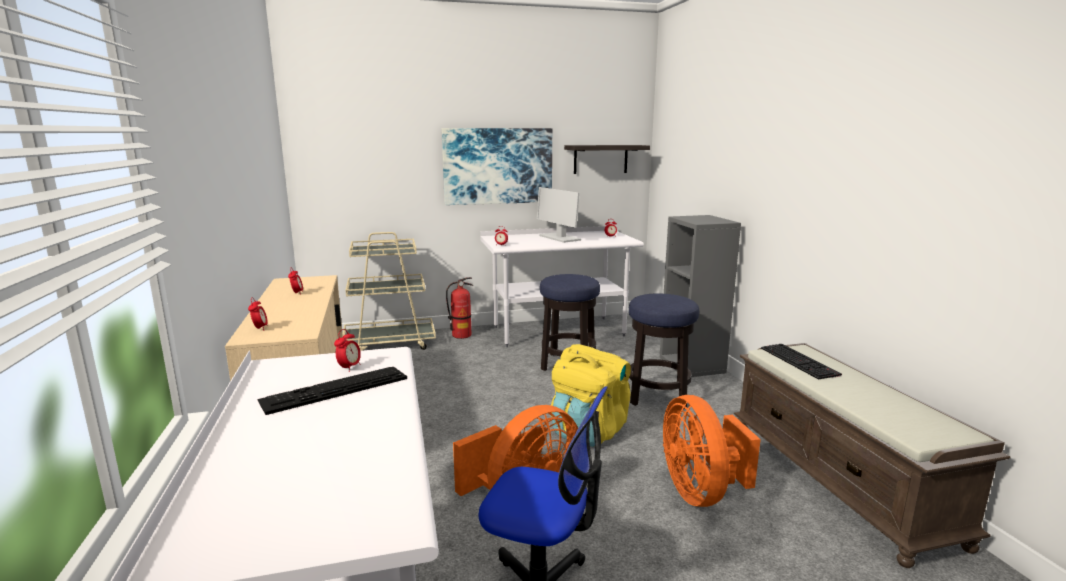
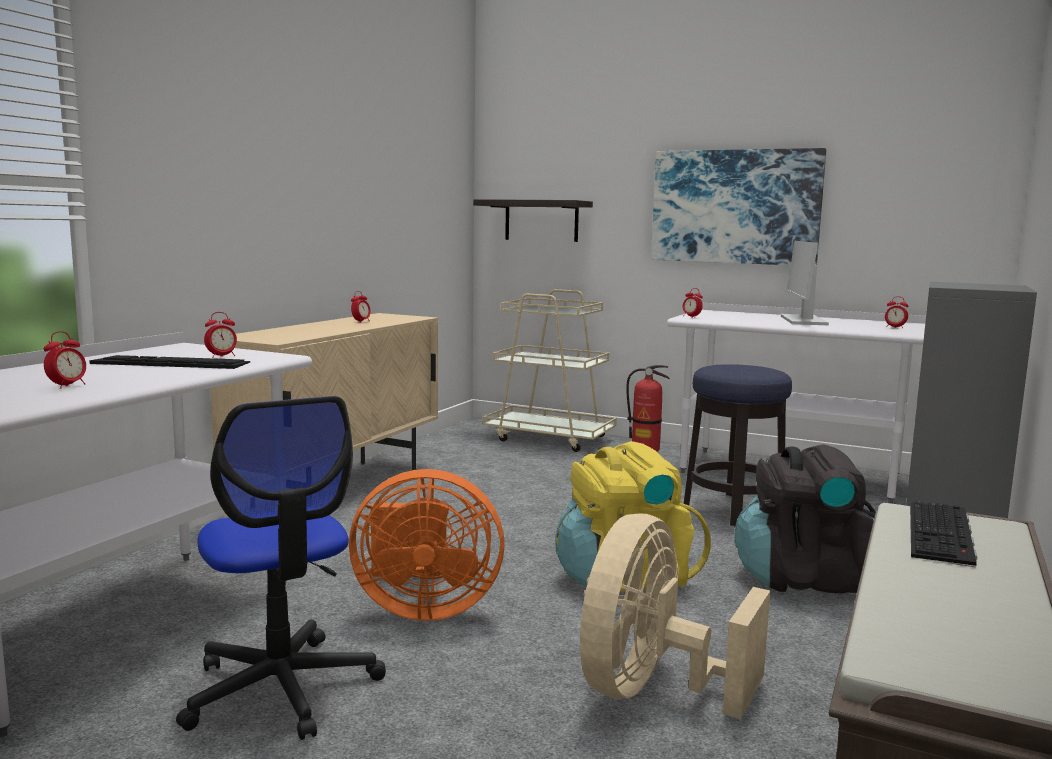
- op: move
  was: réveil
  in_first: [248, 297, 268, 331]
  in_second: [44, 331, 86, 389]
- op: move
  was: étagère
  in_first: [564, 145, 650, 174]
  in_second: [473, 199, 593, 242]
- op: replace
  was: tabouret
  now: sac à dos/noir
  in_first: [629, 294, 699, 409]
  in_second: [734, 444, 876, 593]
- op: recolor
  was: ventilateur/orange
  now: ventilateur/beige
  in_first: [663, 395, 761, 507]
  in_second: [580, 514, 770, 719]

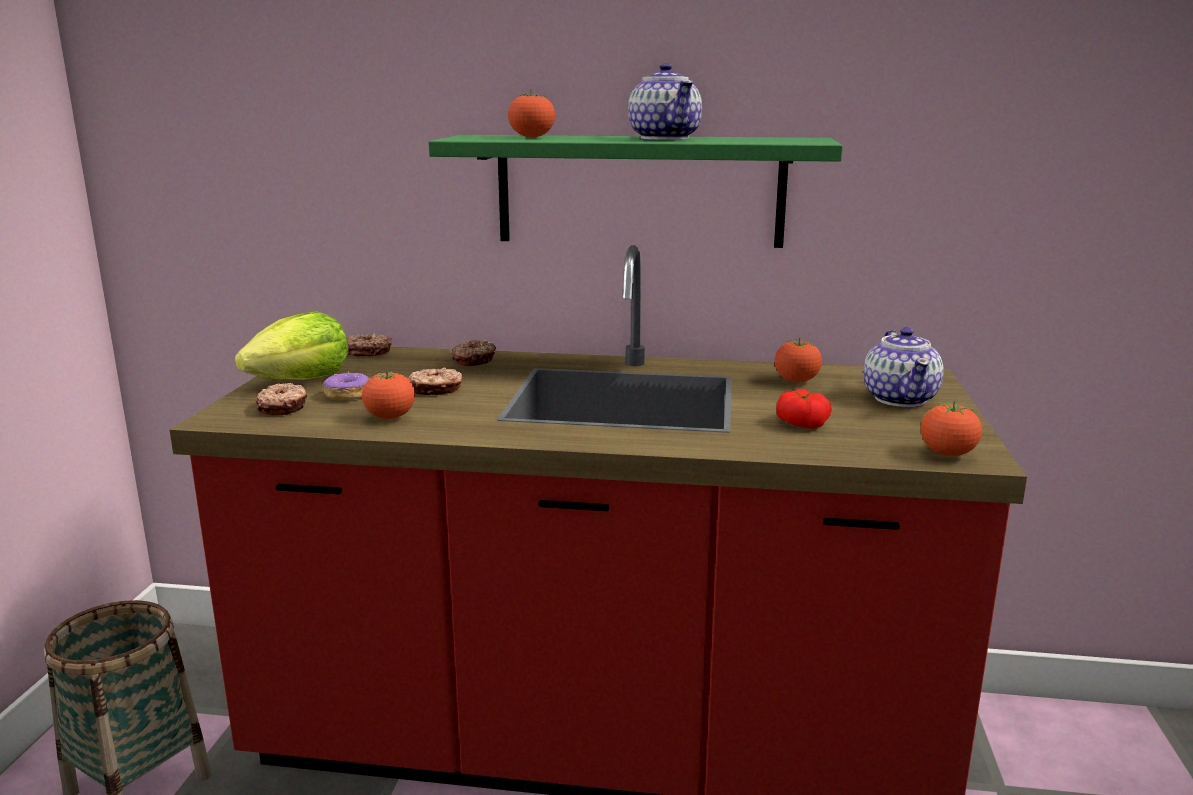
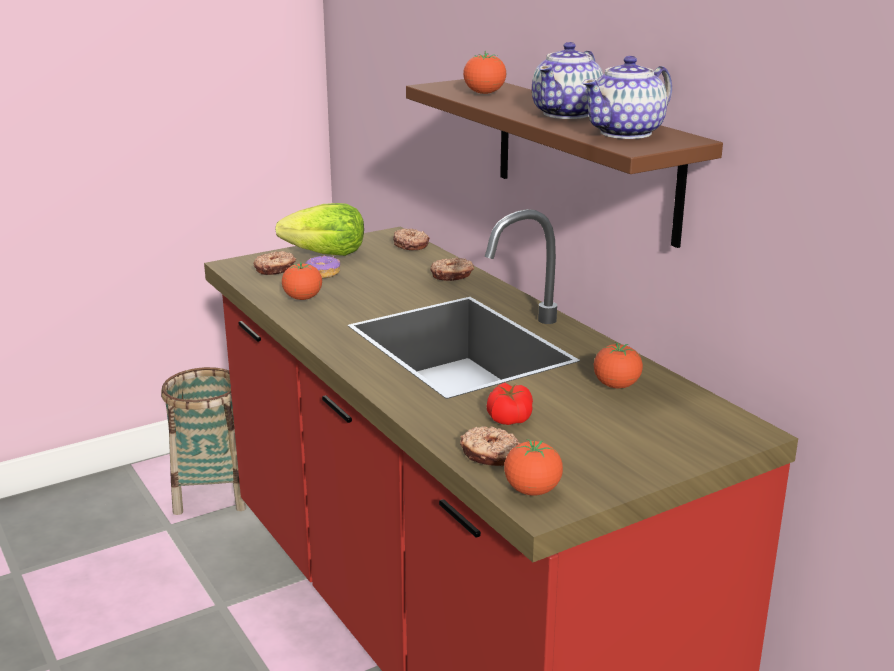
- op: move
  was: beignet
  in_first: [408, 367, 464, 395]
  in_second: [460, 426, 520, 466]
- op: move
  was: théière
  in_first: [864, 327, 944, 407]
  in_second: [582, 56, 672, 139]
- op: recolor
  was: étagère/vert
  now: étagère/marron
  in_first: [428, 135, 843, 248]
  in_second: [406, 79, 723, 248]

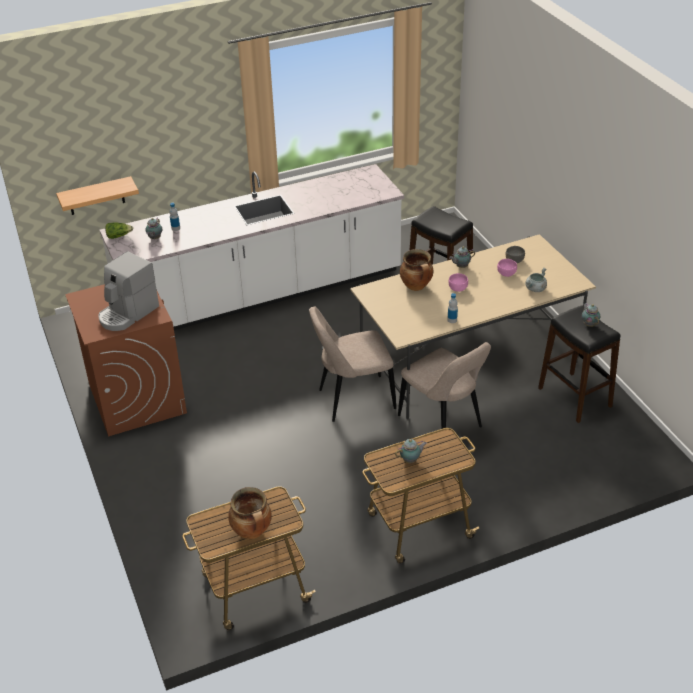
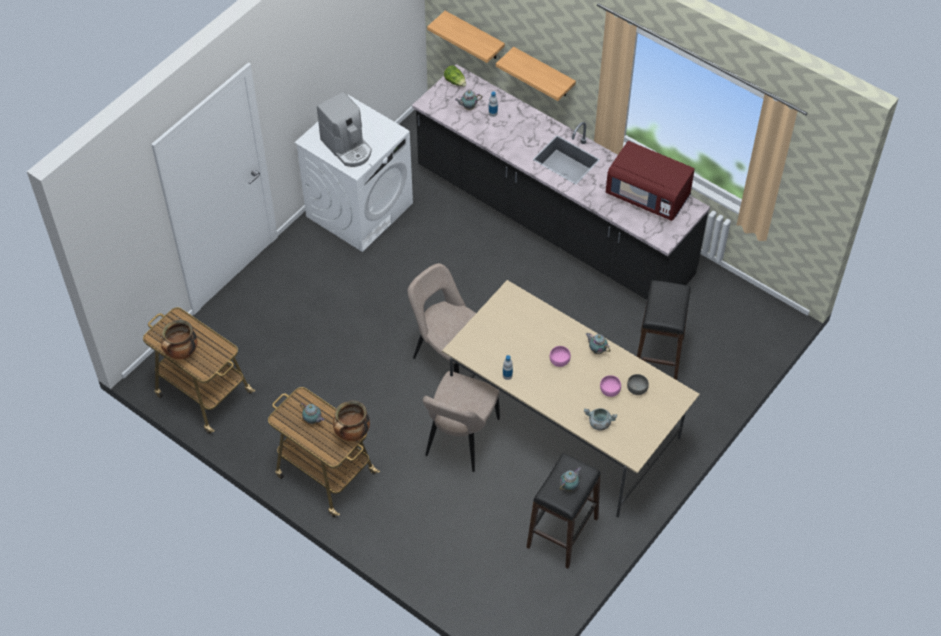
- op: insert
  now: étagère
  in_second: [496, 47, 576, 101]
- op: insert
  now: micro-ondes/rouge
  in_second: [605, 141, 695, 221]
- op: move
  was: marmite
  in_first: [400, 249, 433, 291]
  in_second: [333, 400, 370, 441]
- op: recolor
  was: lave-linge/marron
  now: lave-linge/blanc
  in_first: [65, 284, 187, 437]
  in_second: [294, 95, 413, 252]
- op: recolor
  was: comptoir de cuisine/blanc
  now: comptoir de cuisine/noir
  in_first: [100, 164, 404, 330]
  in_second: [412, 64, 710, 300]
- op: rotate
  was: machine à café
  in_first: [98, 251, 159, 331]
  in_second: [317, 92, 372, 167]
  clockwise: -135

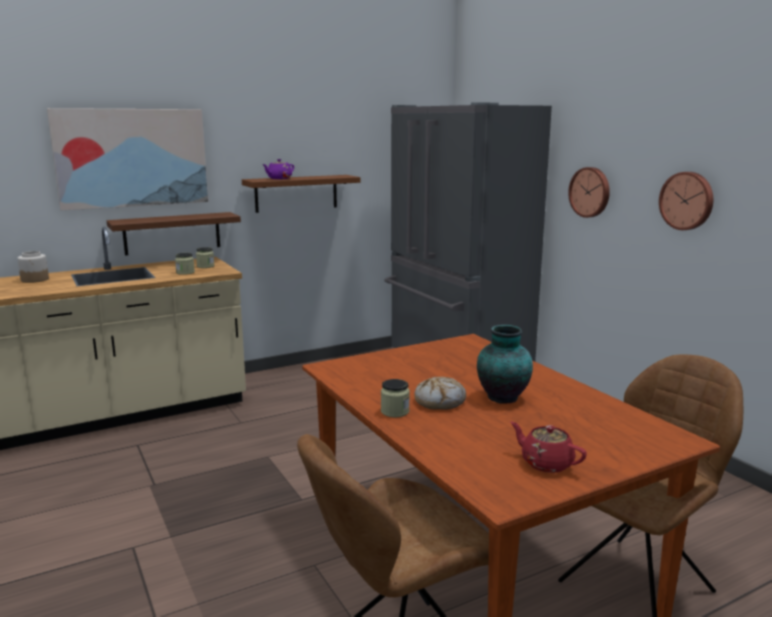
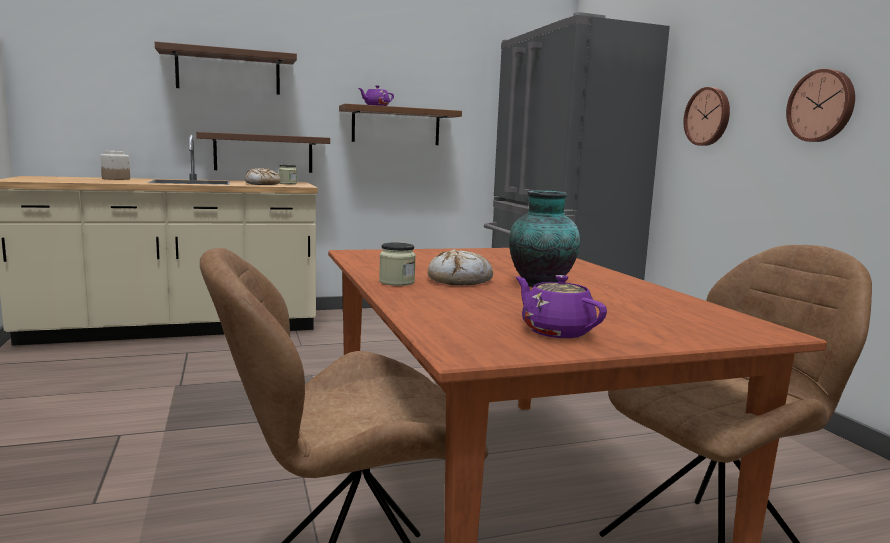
- op: replace
  was: tableau
  now: étagère/marron
  in_first: [47, 108, 208, 210]
  in_second: [155, 41, 297, 95]
- op: replace
  was: bocal
  now: pain
  in_first: [175, 253, 195, 275]
  in_second: [245, 168, 281, 185]
- op: recolor
  was: théière/rouge
  now: théière/violet
  in_first: [510, 422, 587, 473]
  in_second: [516, 275, 607, 338]

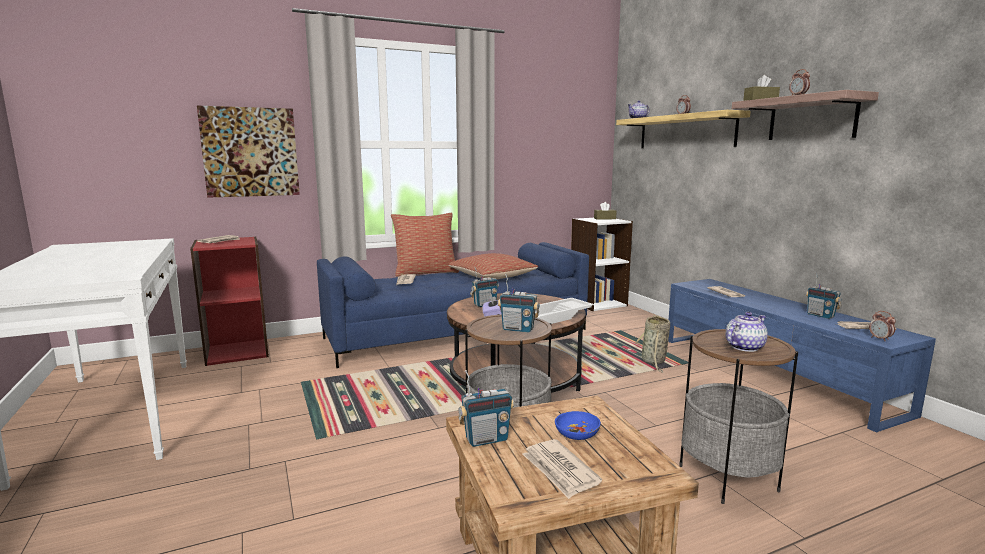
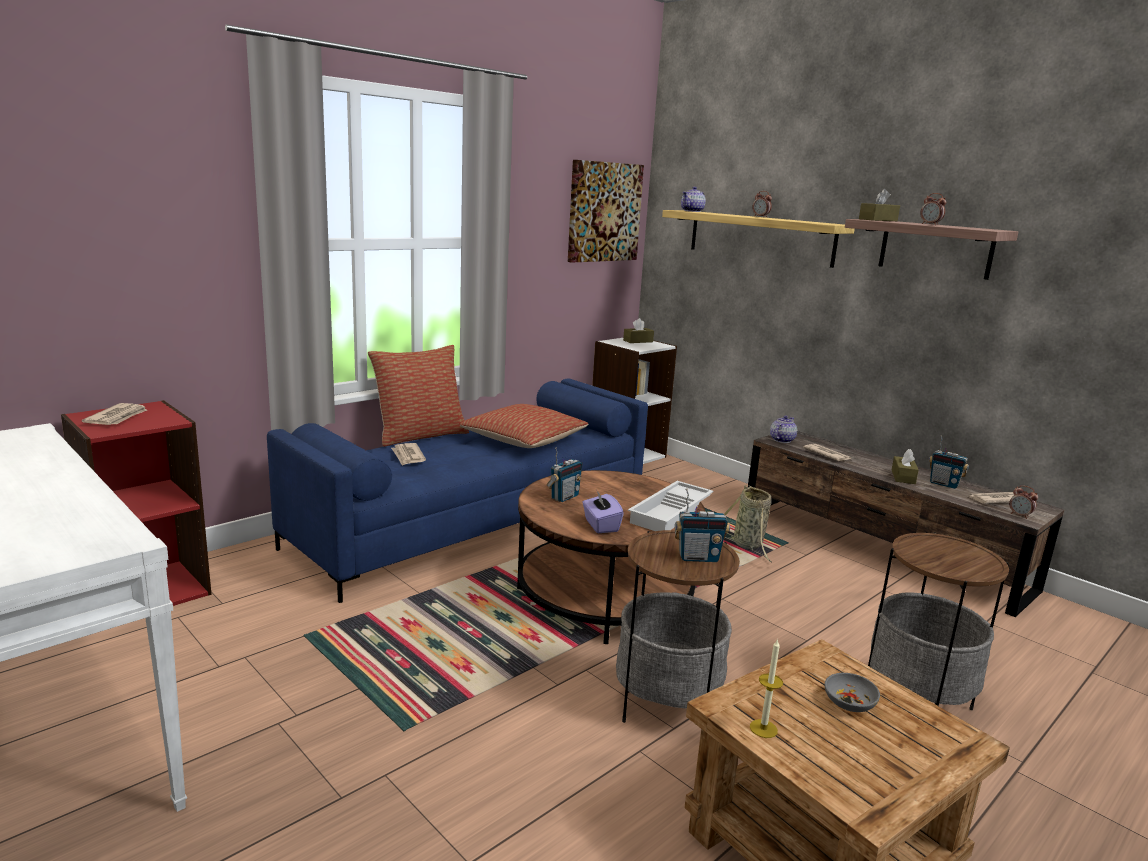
- op: delete
  was: journal
  in_first: [522, 439, 602, 499]
- op: insert
  now: boîte à mouchoirs/marron
  in_second: [892, 449, 919, 484]
- op: move
  was: tableau
  in_first: [197, 106, 300, 198]
  in_second: [568, 160, 644, 263]
- op: move
  was: théière
  in_first: [726, 312, 768, 352]
  in_second: [770, 416, 797, 443]
- op: replace
  was: radio
  now: bougie
  in_first: [458, 370, 514, 447]
  in_second: [750, 638, 783, 738]
- op: recolor
  was: bol/bleu
  now: bol/gris
  in_first: [555, 411, 601, 440]
  in_second: [825, 673, 880, 712]
- op: recolor
  was: meuble télé/bleu
  now: meuble télé/marron
  in_first: [668, 279, 936, 433]
  in_second: [748, 431, 1064, 617]

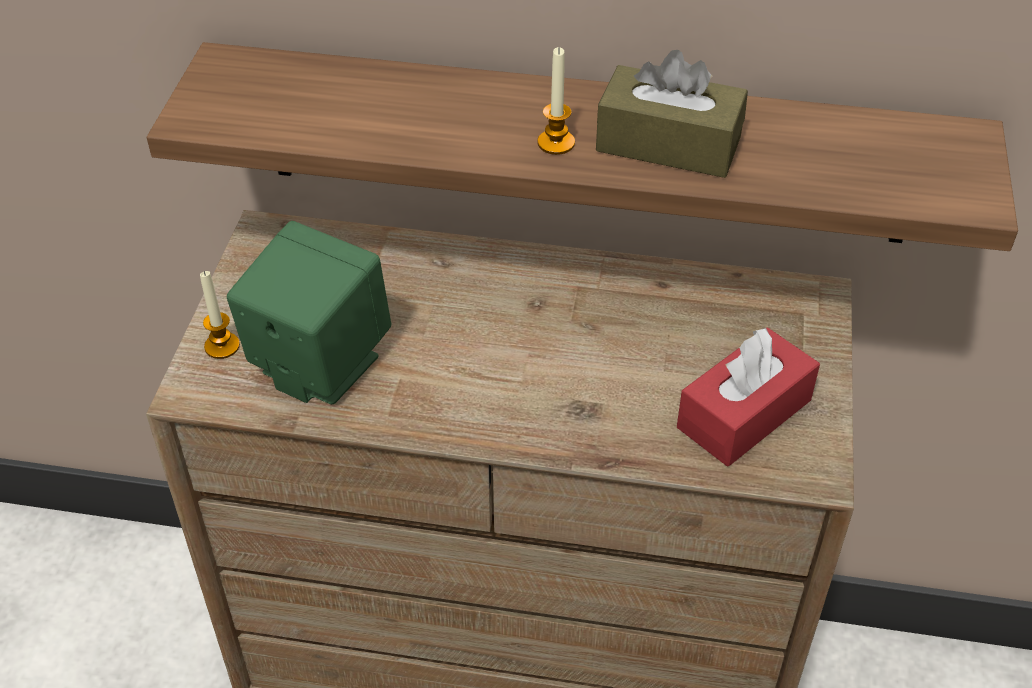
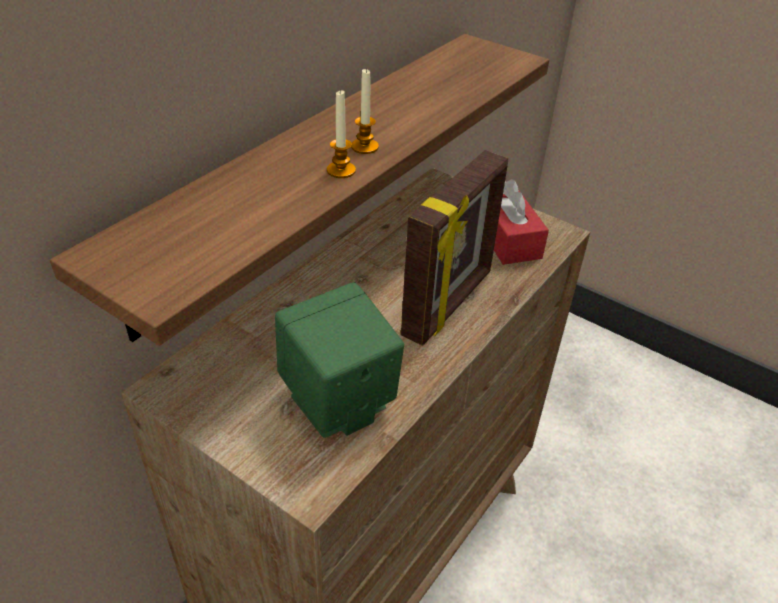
- op: delete
  was: boîte à mouchoirs/marron
  in_first: [596, 50, 748, 178]
- op: insert
  now: cadre photo
  in_second: [401, 150, 508, 346]
- op: move
  was: bougie
  in_first: [200, 271, 240, 359]
  in_second: [327, 89, 356, 178]

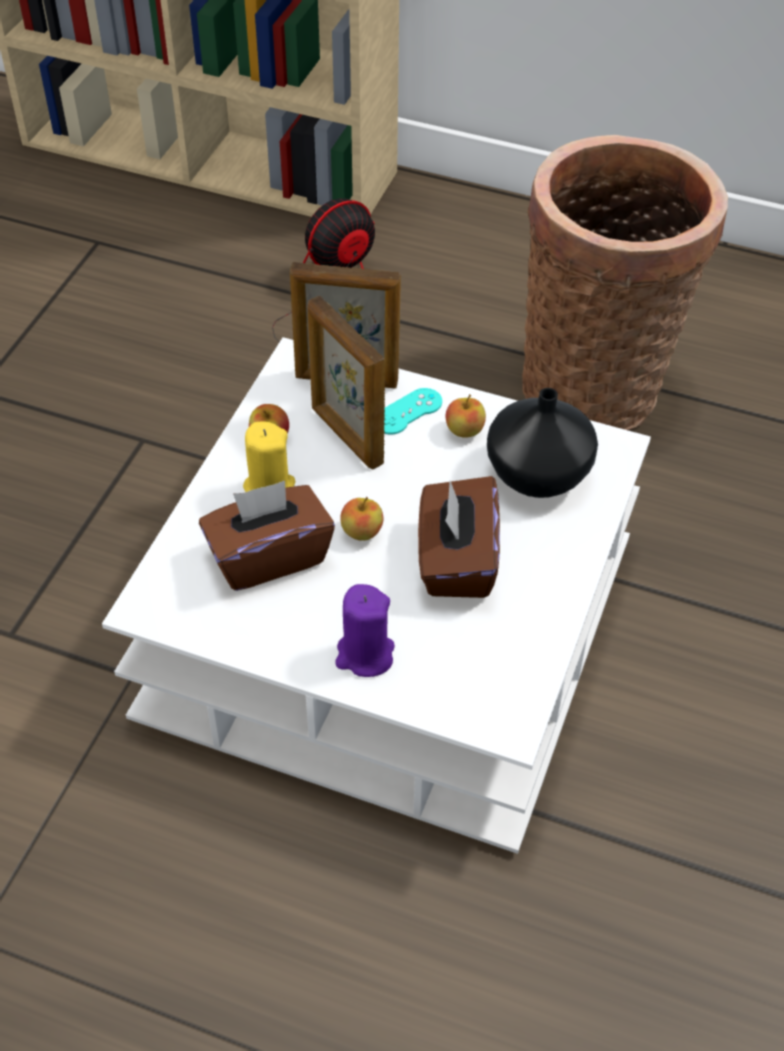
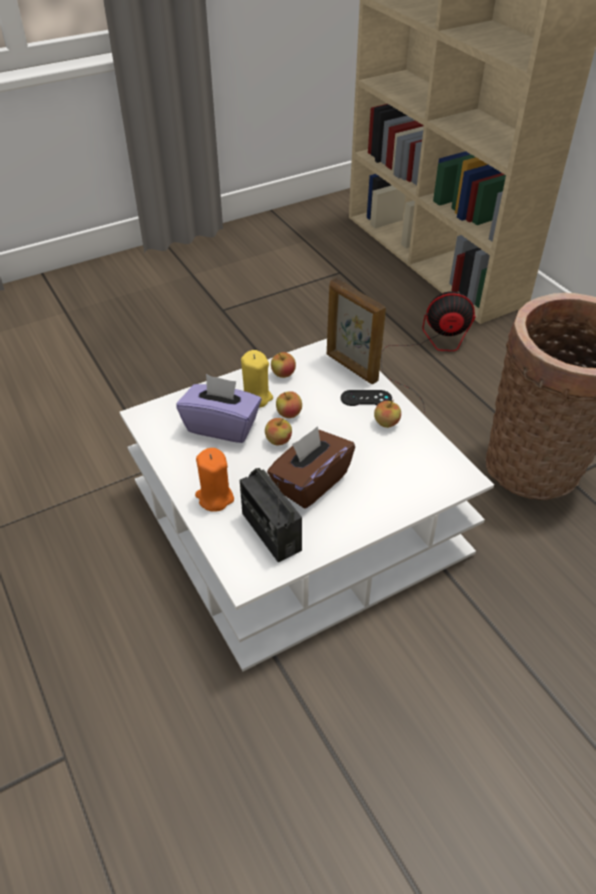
- op: delete
  was: cadre photo
  in_first: [307, 296, 385, 469]
- op: delete
  was: vase/noir
  in_first: [487, 388, 598, 498]
- op: insert
  now: radio
  in_second: [240, 468, 302, 562]
- op: insert
  now: pomme
  in_second: [276, 391, 302, 418]
- op: recolor
  was: boîte à mouchoirs/marron
  now: boîte à mouchoirs/violet
  in_first: [199, 481, 335, 591]
  in_second: [176, 374, 262, 443]
- op: recolor
  was: bougie/violet
  now: bougie/orange
  in_first: [335, 584, 395, 677]
  in_second: [195, 448, 234, 512]
- op: recolor
  was: manette/turquoise
  now: manette/noir
  in_first: [384, 388, 442, 434]
  in_second: [341, 390, 392, 406]

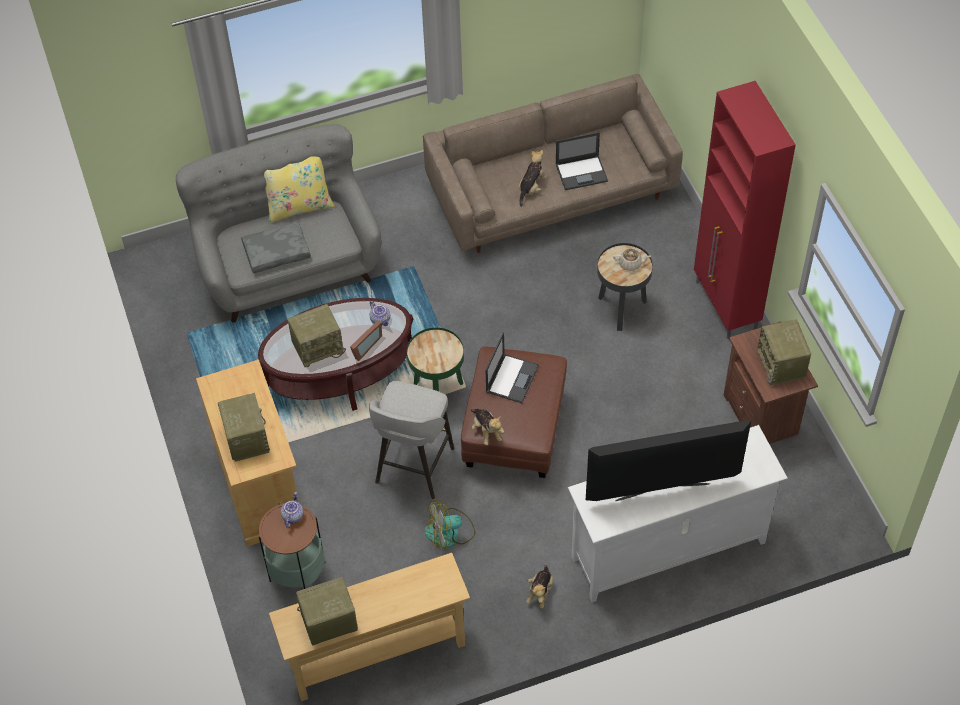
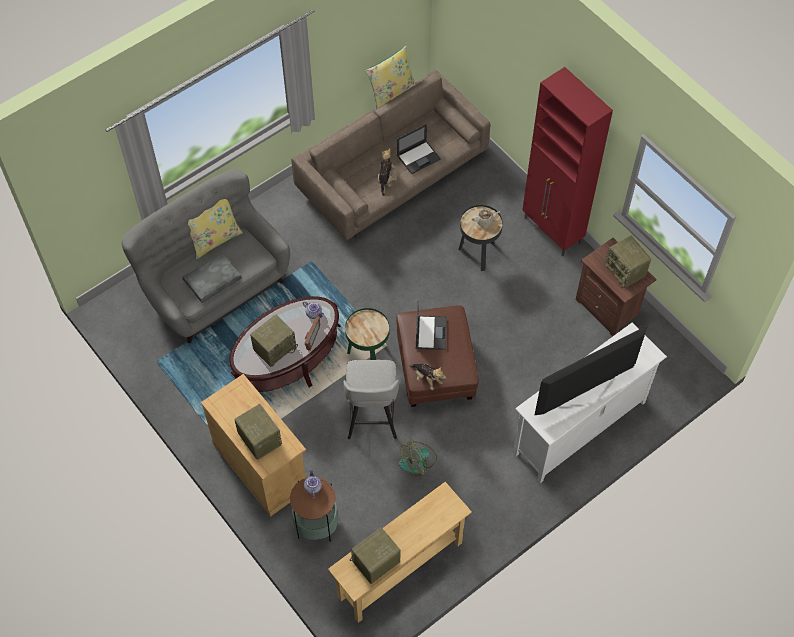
- op: delete
  was: peluche
  in_first: [526, 565, 553, 609]
- op: insert
  now: coussin/jaune
  in_second: [365, 45, 416, 109]

